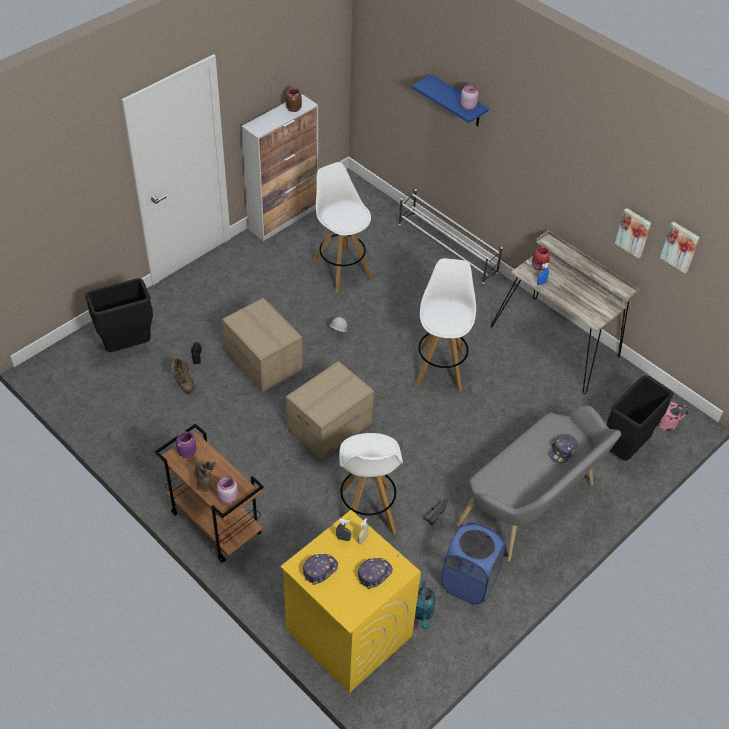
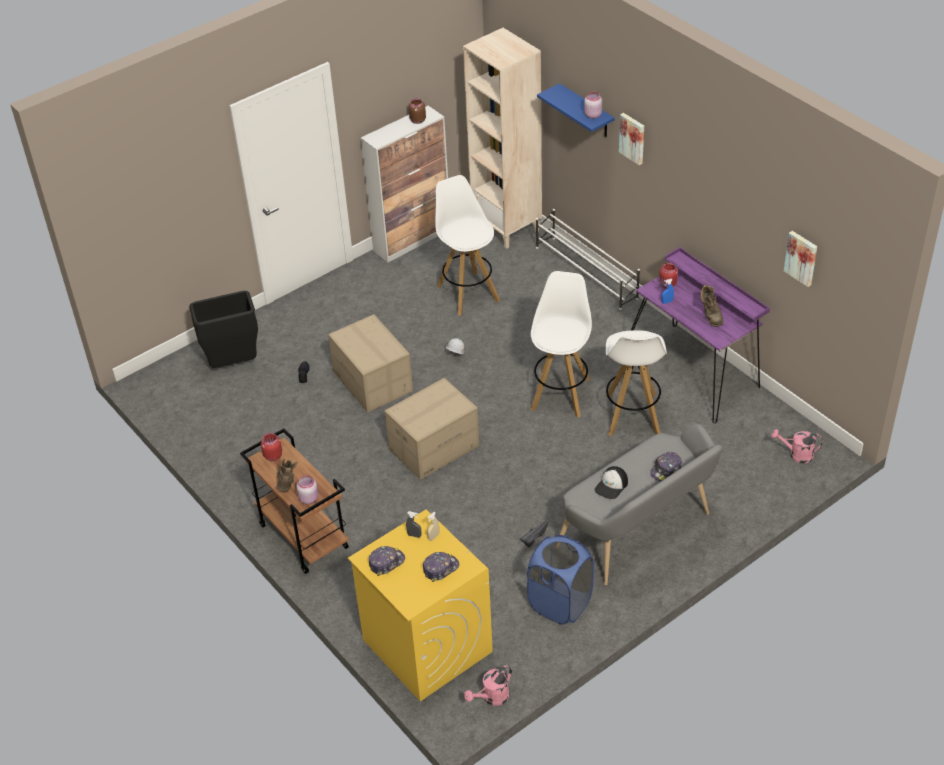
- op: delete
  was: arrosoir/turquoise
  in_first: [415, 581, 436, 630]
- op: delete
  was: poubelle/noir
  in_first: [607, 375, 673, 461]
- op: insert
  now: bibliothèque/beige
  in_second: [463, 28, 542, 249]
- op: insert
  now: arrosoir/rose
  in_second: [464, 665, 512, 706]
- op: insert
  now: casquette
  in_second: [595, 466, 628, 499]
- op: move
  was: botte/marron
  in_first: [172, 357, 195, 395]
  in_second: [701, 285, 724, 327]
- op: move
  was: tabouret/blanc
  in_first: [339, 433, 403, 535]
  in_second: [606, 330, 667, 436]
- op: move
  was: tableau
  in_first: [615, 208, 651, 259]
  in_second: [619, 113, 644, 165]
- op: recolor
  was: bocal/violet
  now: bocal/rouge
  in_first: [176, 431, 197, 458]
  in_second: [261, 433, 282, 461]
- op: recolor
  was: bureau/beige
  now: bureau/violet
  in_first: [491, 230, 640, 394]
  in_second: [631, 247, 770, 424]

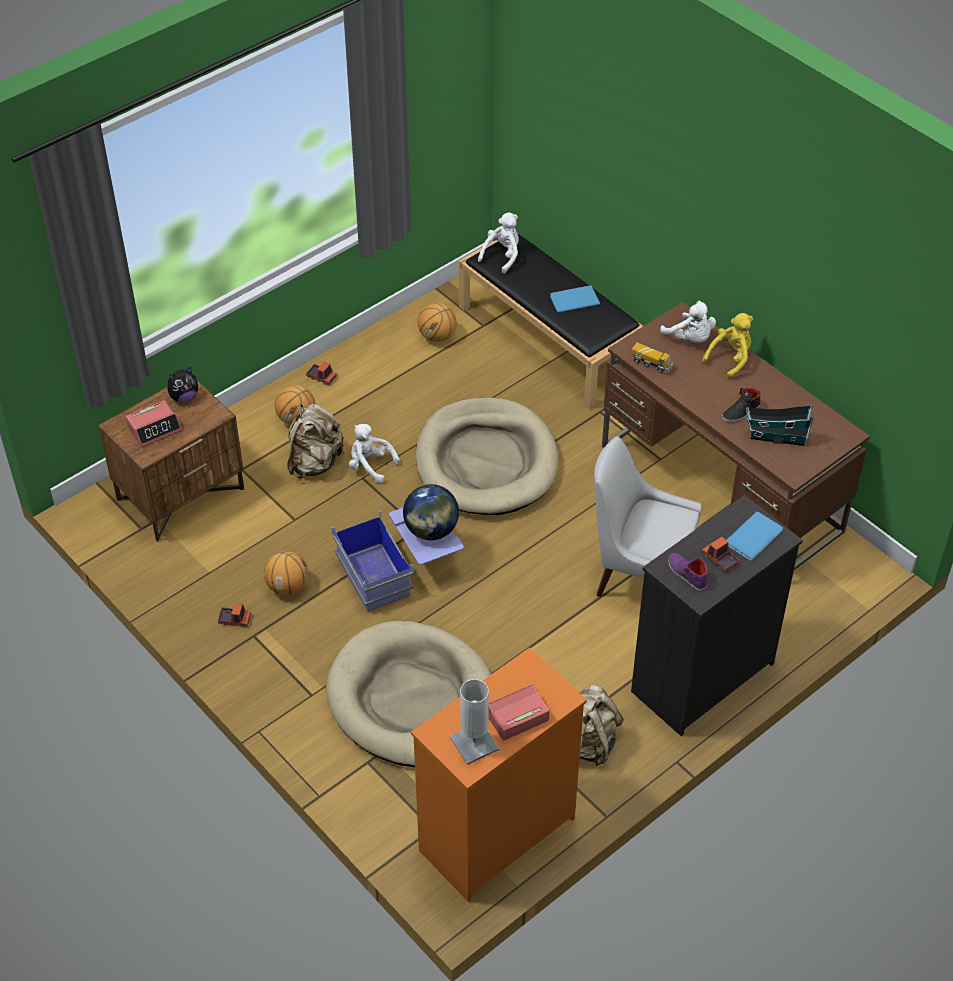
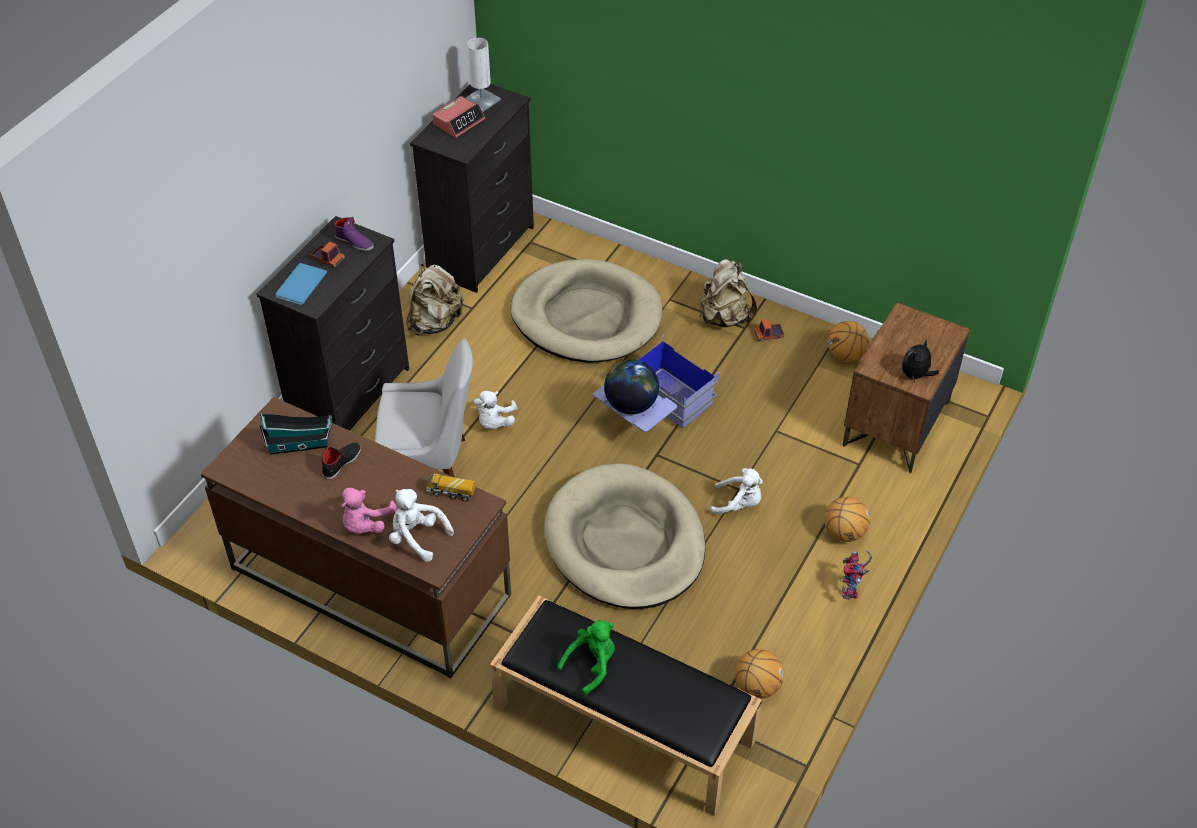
- op: delete
  was: réveil
  in_first: [126, 400, 182, 447]
- op: move
  was: ballon de basket
  in_first: [264, 551, 308, 595]
  in_second: [828, 321, 869, 362]
- op: move
  was: sac à dos/beige
  in_first: [287, 404, 344, 479]
  in_second: [700, 259, 757, 327]
- op: move
  was: peluche/blanc
  in_first: [478, 213, 519, 274]
  in_second: [474, 391, 518, 429]
- op: replace
  was: camion jouet
  now: robot jouet
  in_first: [306, 362, 337, 385]
  in_second: [842, 550, 872, 599]
- op: replace
  was: livre/bleu
  now: peluche/vert
  in_first: [550, 285, 600, 313]
  in_second: [557, 620, 615, 695]
- op: recolor
  was: commode/orange
  now: commode/noir
  in_first: [411, 648, 587, 902]
  in_second: [410, 84, 534, 293]
- op: recolor
  was: peluche/jaune
  now: peluche/rose
  in_first: [702, 313, 753, 379]
  in_second: [341, 488, 397, 534]

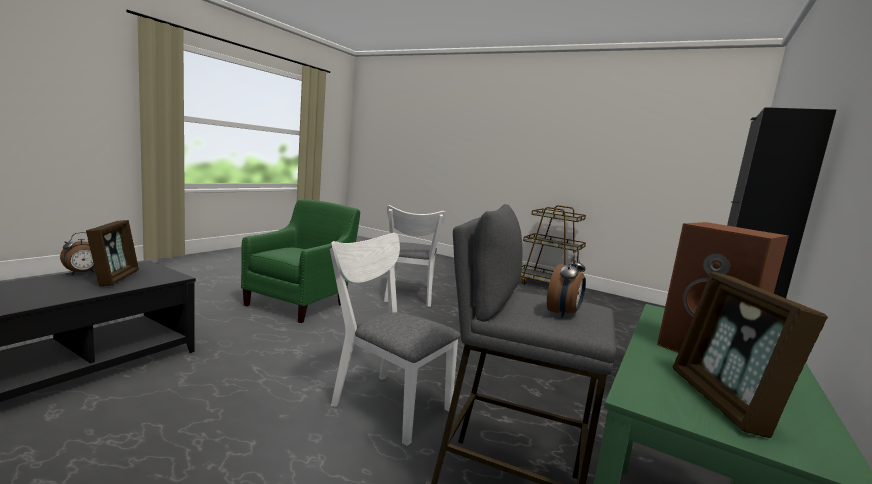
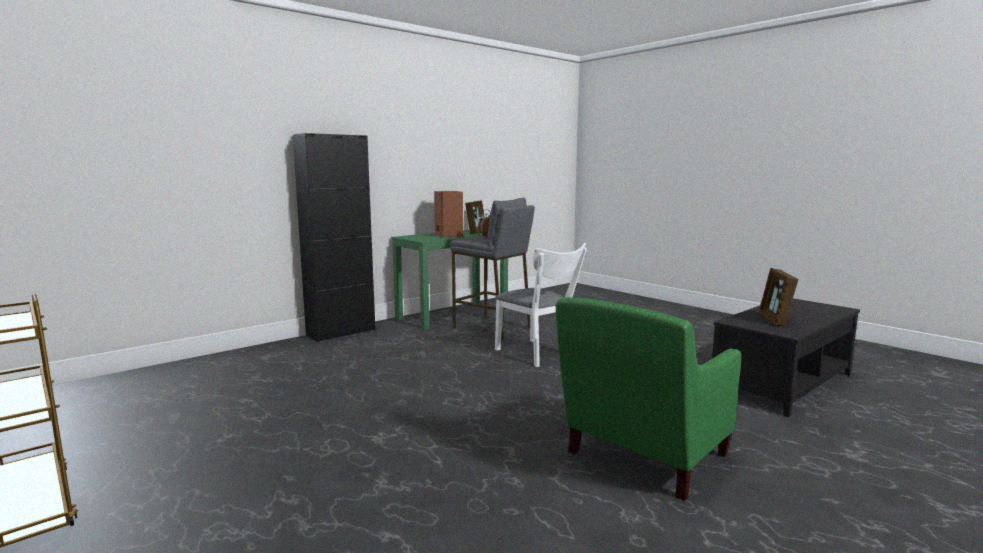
- op: delete
  was: réveil
  in_first: [60, 232, 95, 275]
- op: delete
  was: chaise/blanc
  in_first: [384, 205, 446, 307]

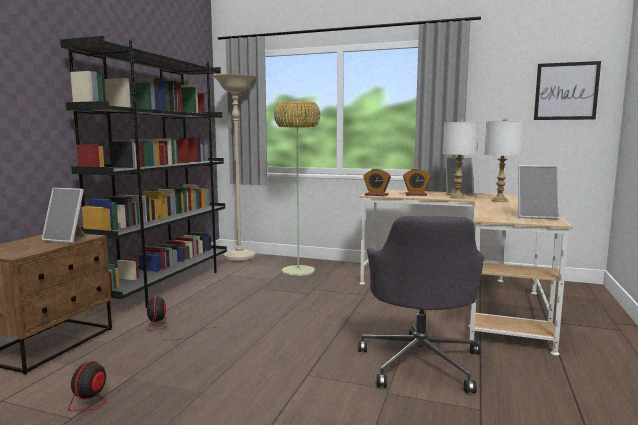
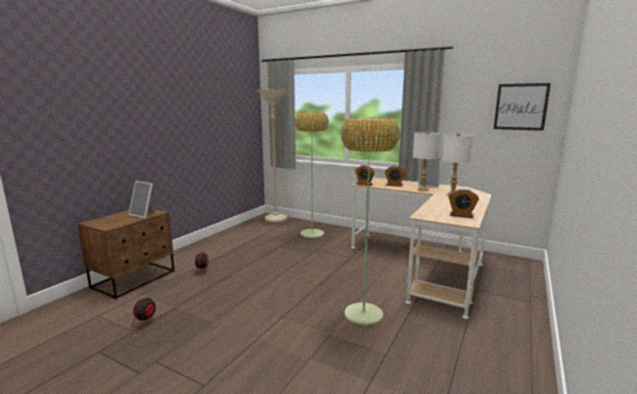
- op: delete
  was: bibliothèque/noir
  in_first: [60, 36, 227, 309]
- op: replace
  was: chaise de bureau/gris
  now: lampadaire
  in_first: [358, 216, 484, 393]
  in_second: [341, 118, 400, 326]
- op: replace
  was: cadre photo
  now: réveil
  in_first: [518, 165, 559, 219]
  in_second: [448, 189, 479, 218]

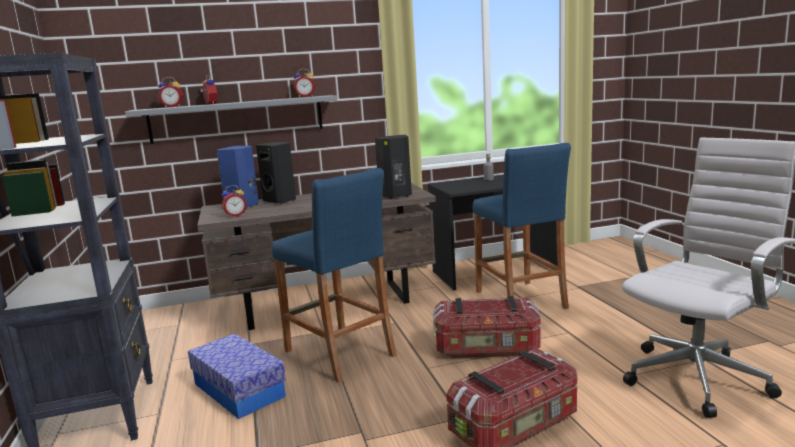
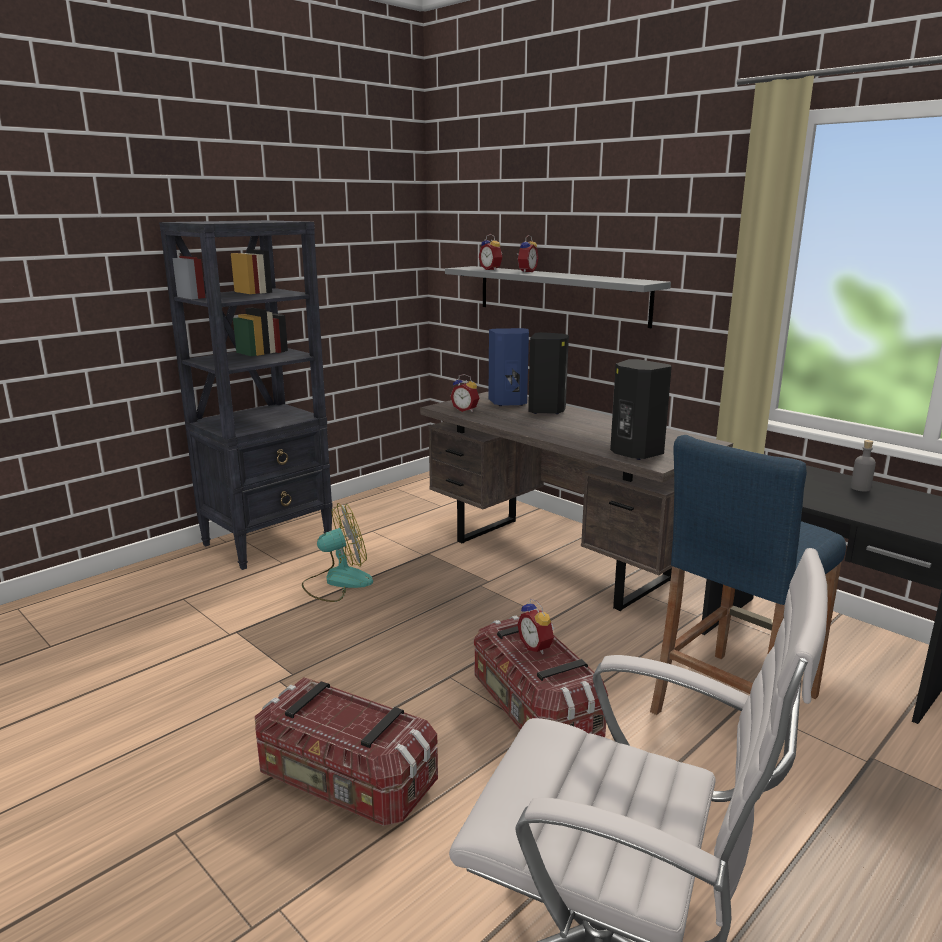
- op: delete
  was: tabouret/bleu
  in_first: [272, 168, 397, 383]
- op: move
  was: réveil
  in_first: [294, 69, 315, 97]
  in_second: [517, 599, 554, 654]
- op: replace
  was: boîte de rangement
  now: ventilateur
  in_first: [188, 334, 286, 419]
  in_second: [302, 503, 373, 602]

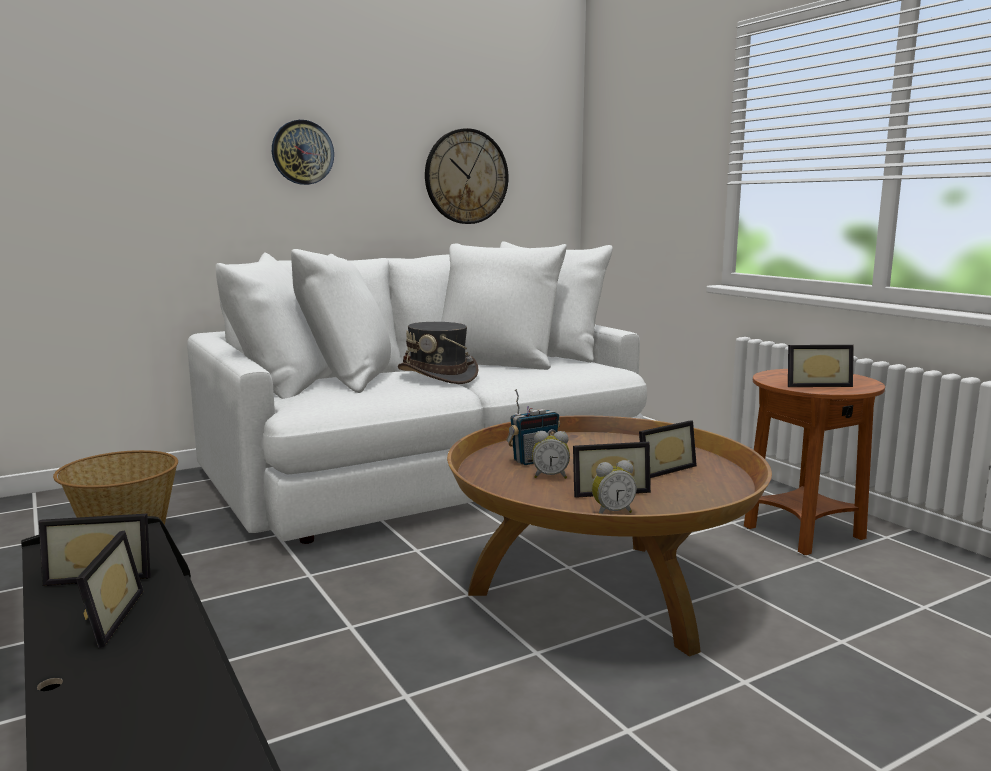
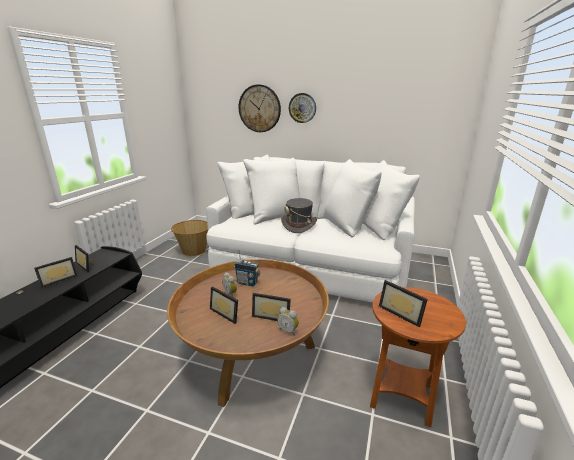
- op: move
  was: horloge murale
  in_first: [425, 128, 508, 224]
  in_second: [238, 84, 281, 132]
- op: move
  was: réveil
  in_first: [592, 460, 637, 514]
  in_second: [277, 307, 299, 336]

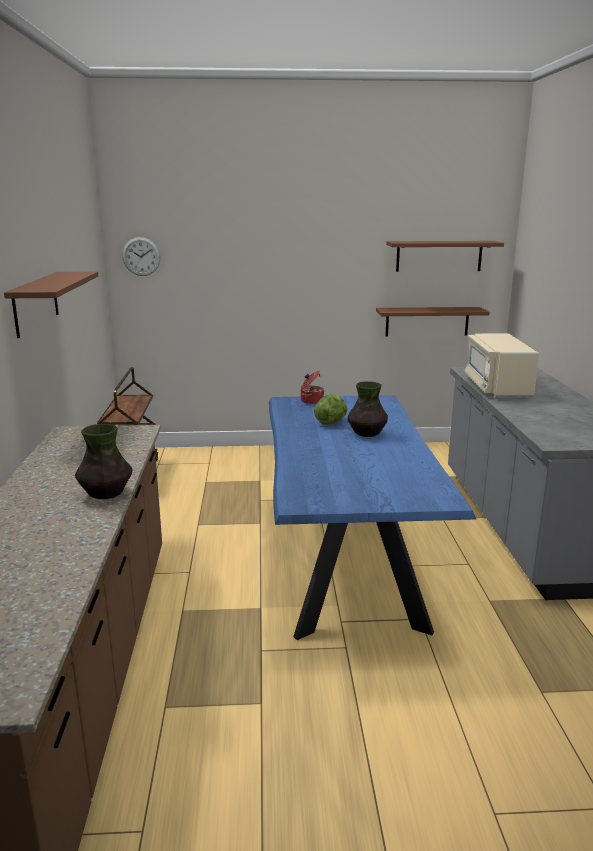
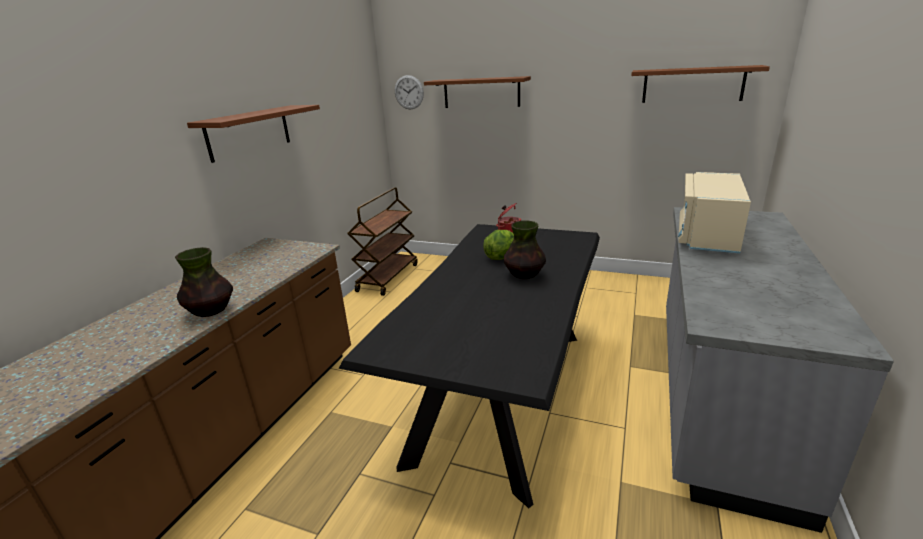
- op: move
  was: étagère/marron
  in_first: [376, 307, 490, 336]
  in_second: [424, 76, 531, 108]
- op: recolor
  was: table à manger/bleu
  now: table à manger/noir
  in_first: [269, 395, 476, 640]
  in_second: [339, 224, 600, 509]

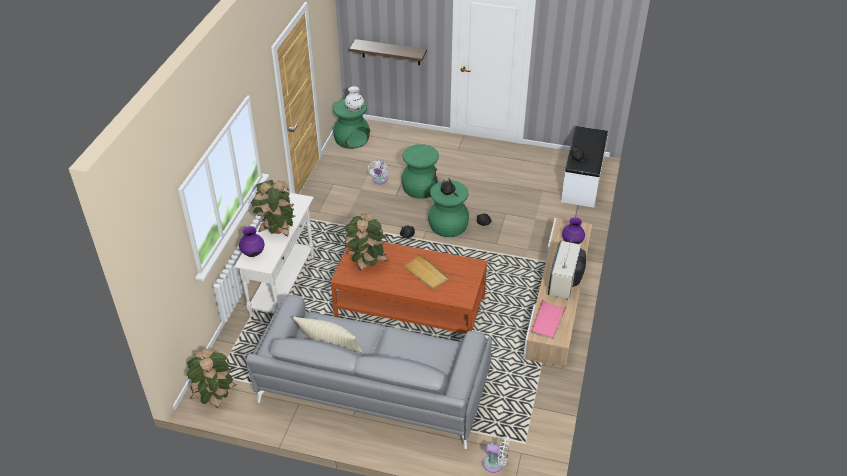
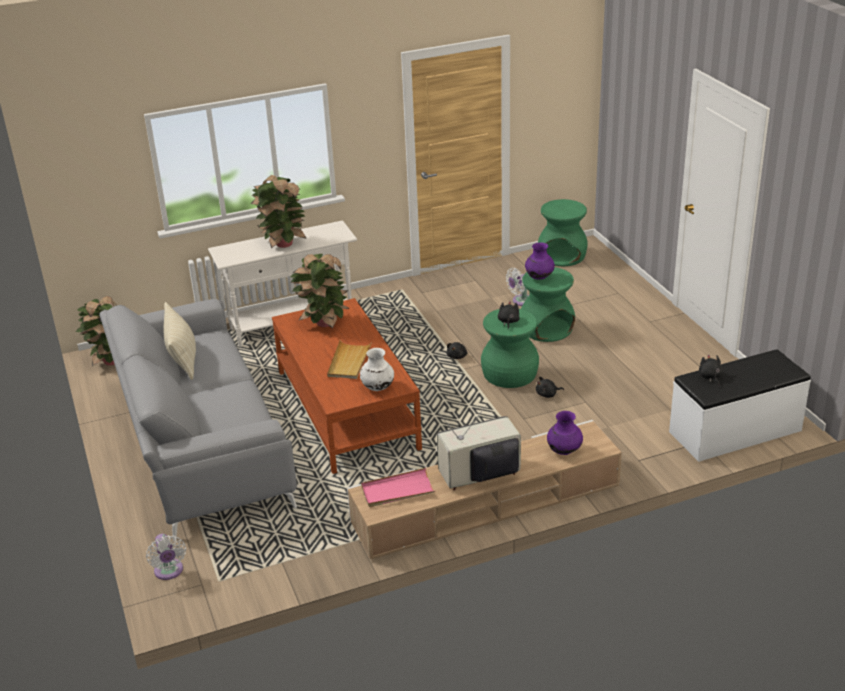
- op: delete
  was: étagère
  in_first: [349, 39, 427, 65]
- op: move
  was: vase/violet
  in_first: [239, 226, 265, 257]
  in_second: [525, 242, 555, 280]
- op: move
  was: vase/blanc
  in_first: [344, 86, 364, 112]
  in_second: [360, 348, 394, 391]

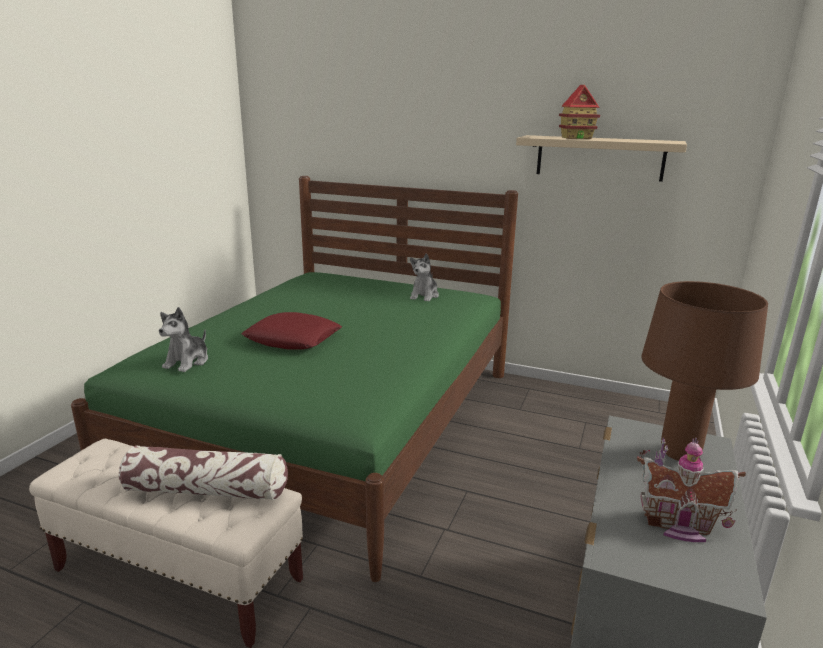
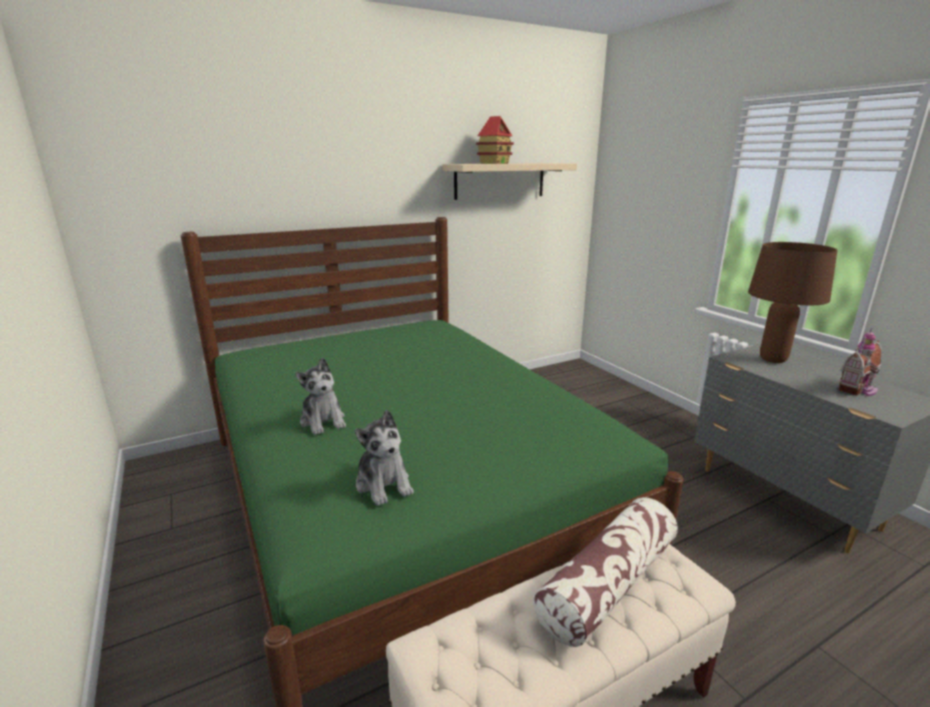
- op: delete
  was: coussin/rouge
  in_first: [241, 312, 342, 350]
- op: move
  was: peluche
  in_first: [410, 253, 439, 302]
  in_second: [295, 358, 346, 435]

